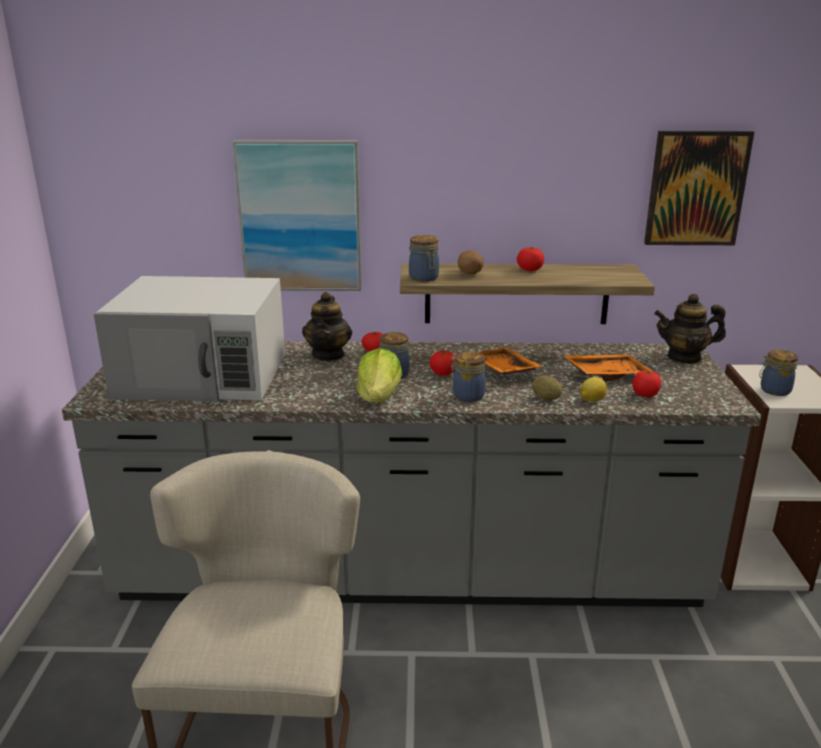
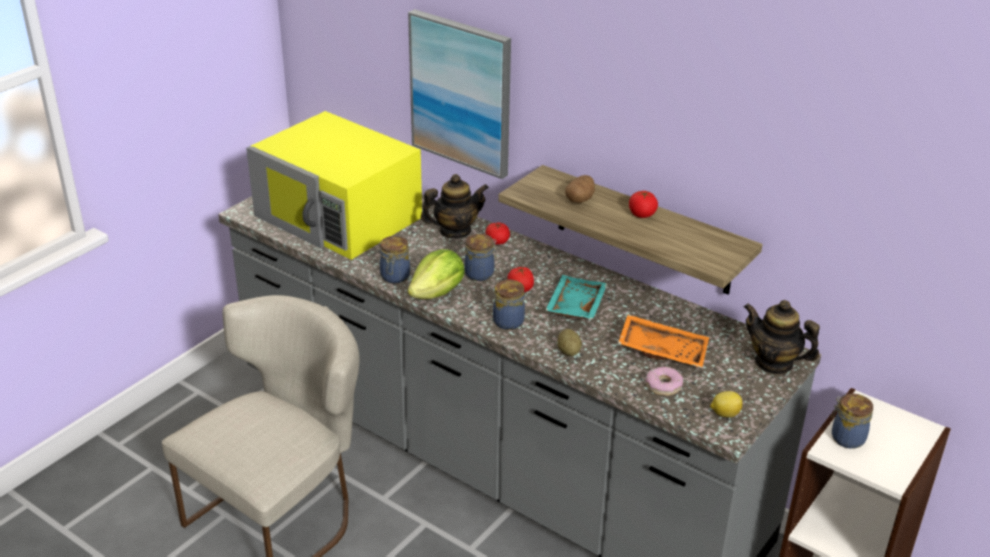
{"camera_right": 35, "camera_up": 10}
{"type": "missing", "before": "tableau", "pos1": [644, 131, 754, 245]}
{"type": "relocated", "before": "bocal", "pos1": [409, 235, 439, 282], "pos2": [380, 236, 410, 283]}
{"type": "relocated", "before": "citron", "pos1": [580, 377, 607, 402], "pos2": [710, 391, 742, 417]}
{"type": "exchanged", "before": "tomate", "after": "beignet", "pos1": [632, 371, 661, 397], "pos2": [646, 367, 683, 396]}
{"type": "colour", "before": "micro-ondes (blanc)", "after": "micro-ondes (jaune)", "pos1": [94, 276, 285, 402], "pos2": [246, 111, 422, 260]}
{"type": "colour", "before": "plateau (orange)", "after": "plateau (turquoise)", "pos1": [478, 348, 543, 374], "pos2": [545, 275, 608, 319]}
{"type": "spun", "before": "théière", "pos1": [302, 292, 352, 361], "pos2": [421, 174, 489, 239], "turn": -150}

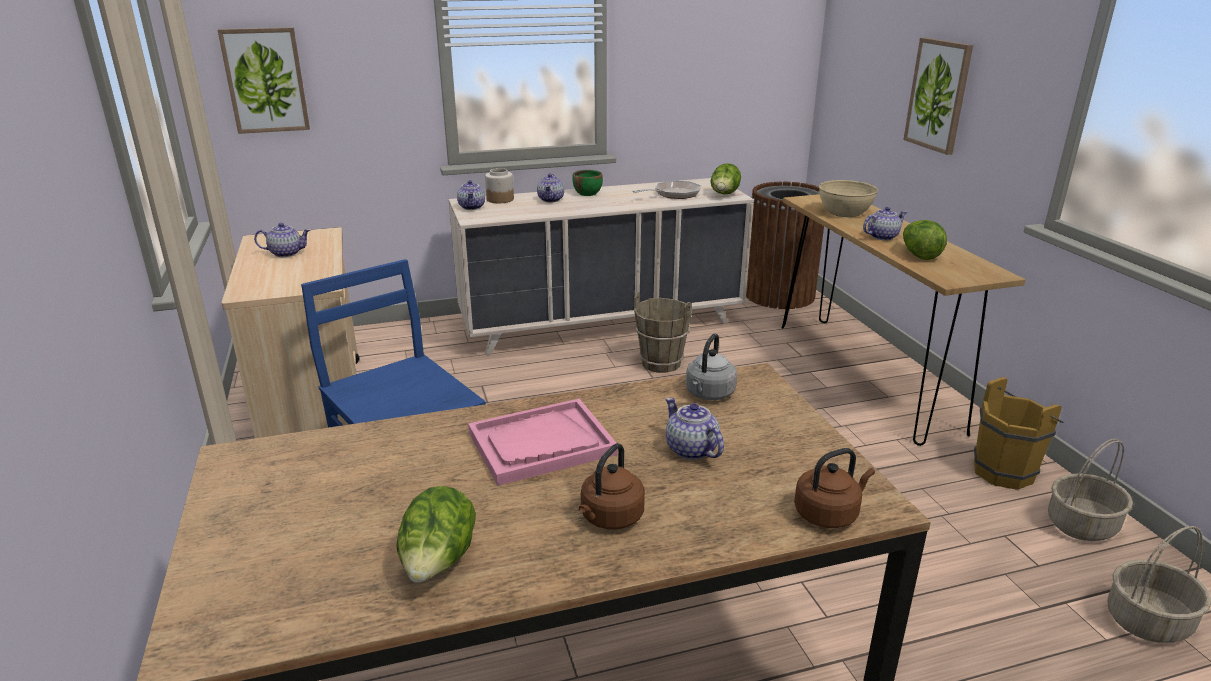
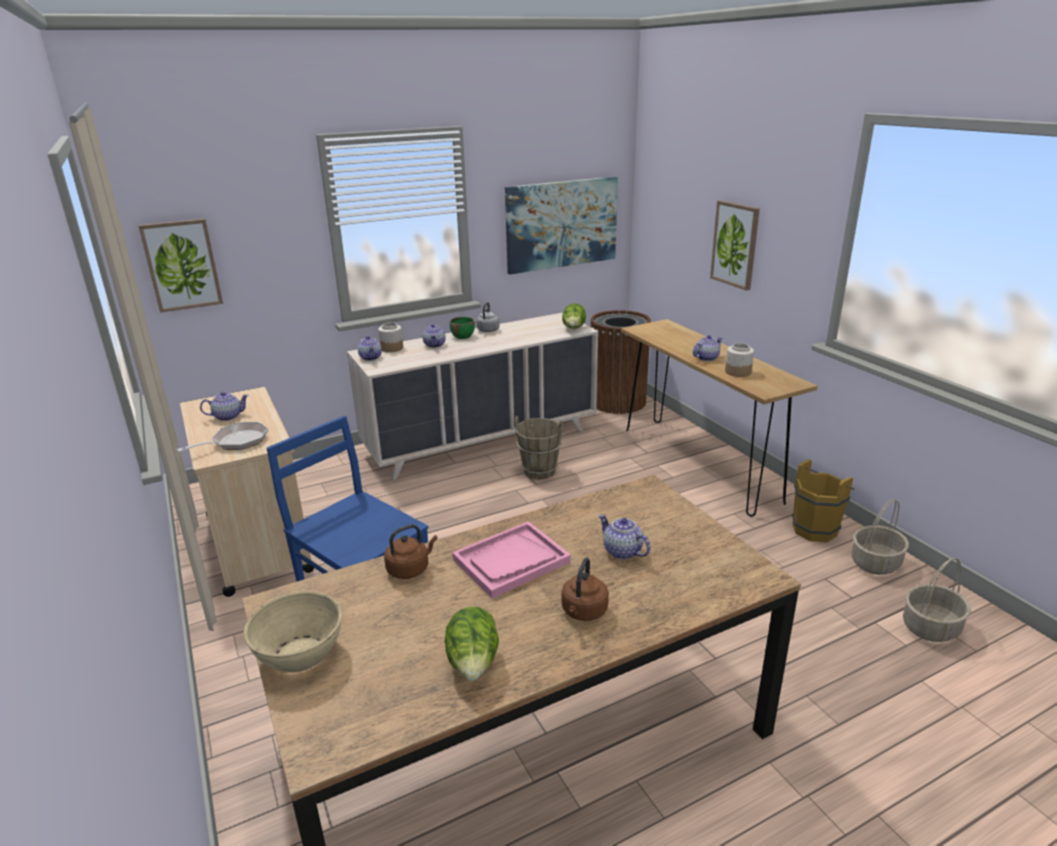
{"camera_right": -10, "camera_up": 0}
{"type": "appeared", "after": "tableau", "pos2": [505, 176, 618, 275]}
{"type": "relocated", "before": "poêle", "pos1": [632, 181, 701, 199], "pos2": [177, 422, 268, 452]}
{"type": "relocated", "before": "bouilloire (gris)", "pos1": [686, 333, 737, 400], "pos2": [476, 302, 499, 332]}
{"type": "relocated", "before": "bouilloire (marron)", "pos1": [794, 448, 875, 528], "pos2": [384, 524, 438, 579]}
{"type": "relocated", "before": "bol (beige)", "pos1": [819, 180, 878, 217], "pos2": [243, 591, 342, 672]}
{"type": "exchanged", "before": "laitue", "after": "bocal", "pos1": [903, 220, 947, 260], "pos2": [725, 343, 754, 377]}

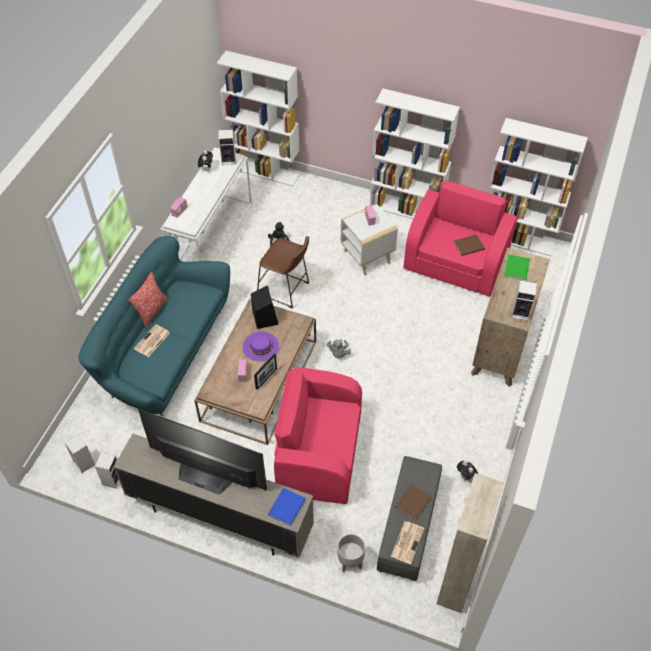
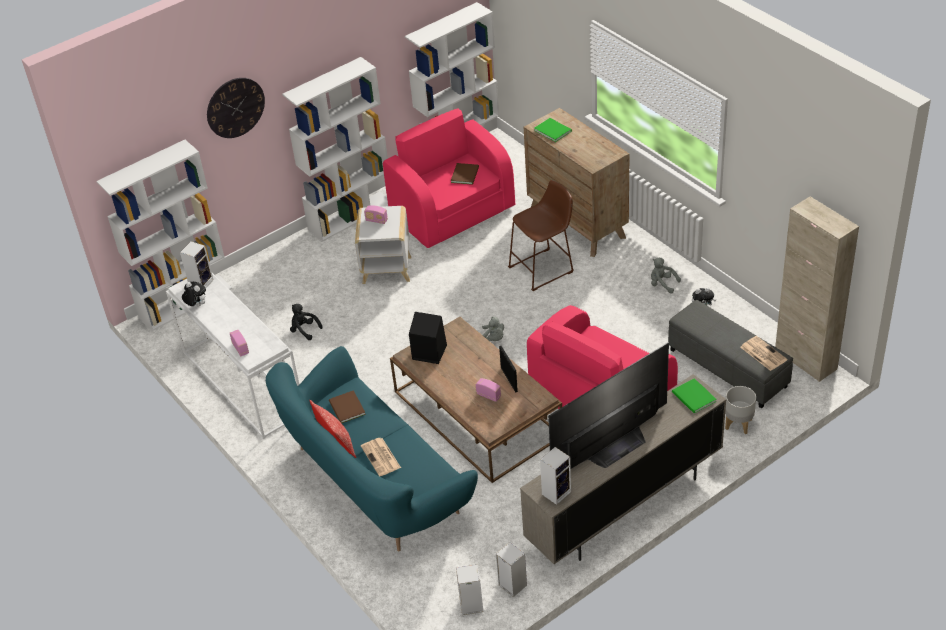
{"camera_right": -55, "camera_up": -10}
{"type": "missing", "before": "chapeau (violet)", "pos1": [243, 331, 279, 361]}
{"type": "appeared", "after": "horloge murale", "pos2": [207, 78, 265, 138]}
{"type": "appeared", "after": "peluche (gris)", "pos2": [651, 258, 681, 294]}
{"type": "relocated", "before": "tabouret (marron)", "pos1": [257, 236, 310, 308], "pos2": [508, 180, 574, 291]}
{"type": "relocated", "before": "livre (marron)", "pos1": [395, 484, 432, 520], "pos2": [329, 390, 366, 423]}
{"type": "relocated", "before": "enceinte", "pos1": [511, 281, 537, 321], "pos2": [540, 447, 571, 505]}
{"type": "colour", "before": "livre (bleu)", "after": "livre (vert)", "pos1": [268, 488, 306, 526], "pos2": [672, 378, 716, 413]}

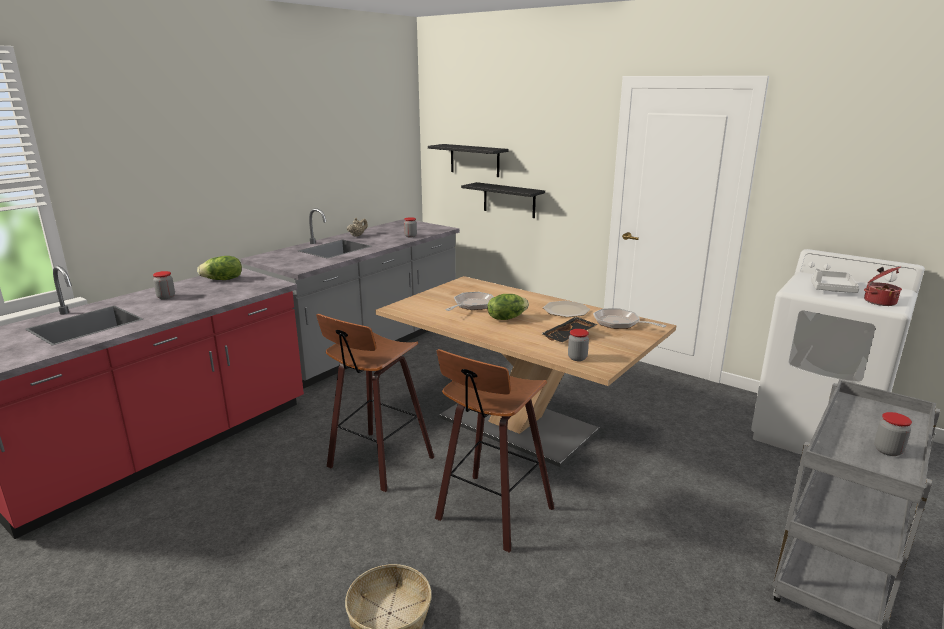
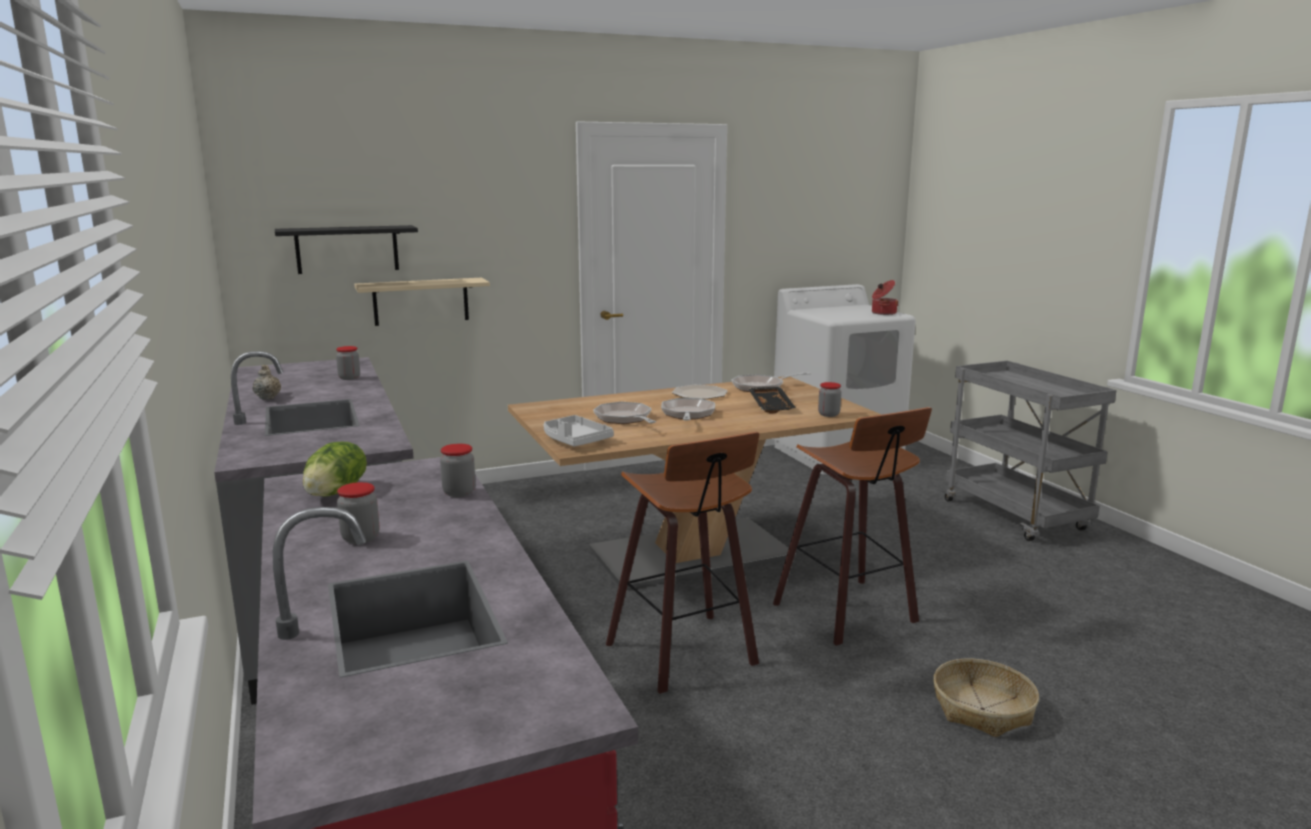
{"camera_right": -60, "camera_up": -5}
{"type": "relocated", "before": "plateau (gris)", "pos1": [811, 268, 860, 293], "pos2": [543, 415, 614, 446]}
{"type": "relocated", "before": "bocal", "pos1": [874, 412, 912, 456], "pos2": [440, 444, 476, 497]}
{"type": "exchanged", "before": "laitue", "after": "poêle", "pos1": [487, 294, 529, 320], "pos2": [661, 398, 715, 421]}
{"type": "colour", "before": "étagère (noir)", "after": "étagère (beige)", "pos1": [461, 182, 545, 218], "pos2": [354, 278, 490, 326]}

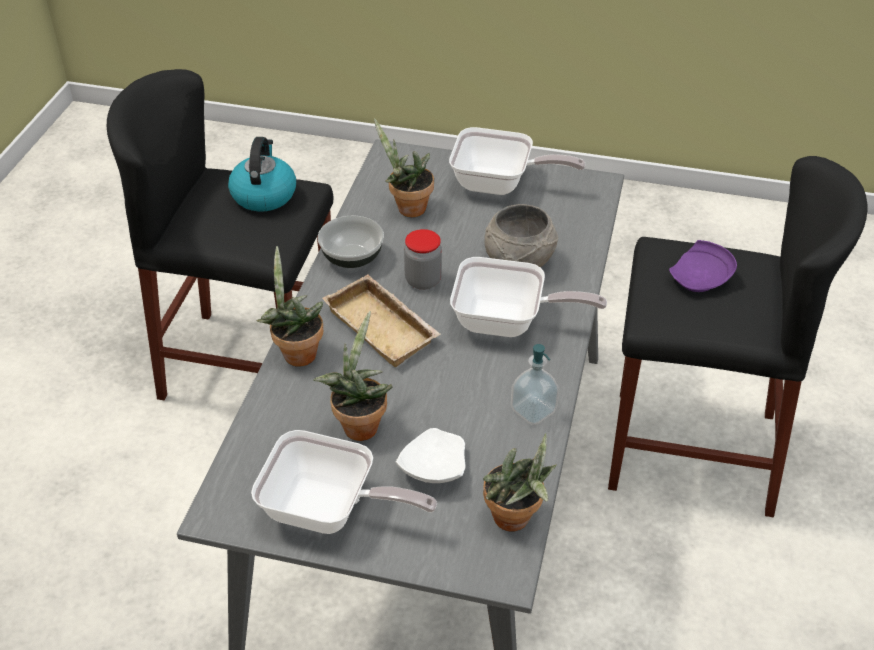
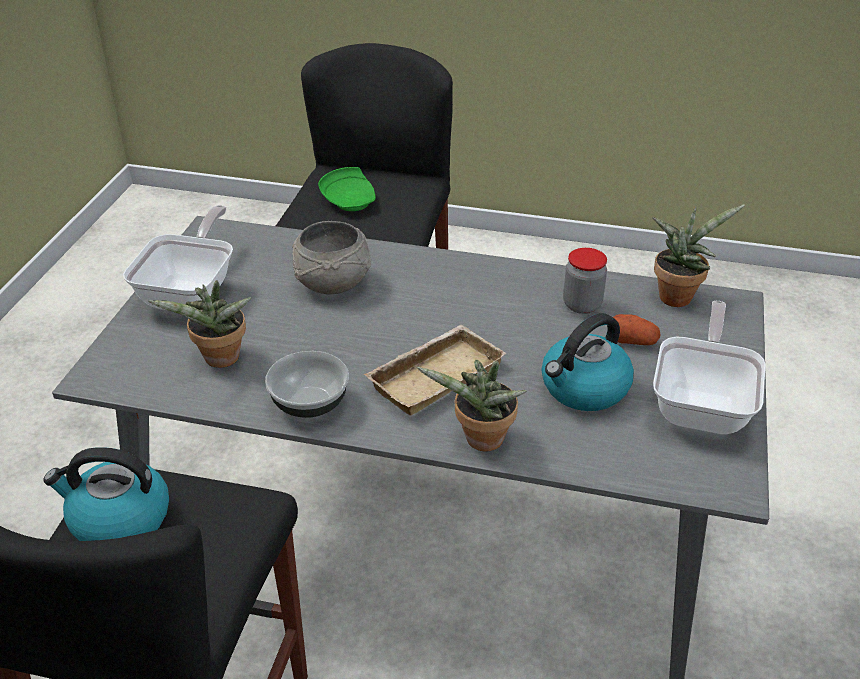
{"camera_right": -90, "camera_up": -5}
{"type": "missing", "before": "poêle", "pos1": [450, 257, 607, 337]}
{"type": "missing", "before": "distributeur de savon", "pos1": [511, 344, 559, 425]}
{"type": "relocated", "before": "bocal", "pos1": [404, 229, 442, 290], "pos2": [563, 248, 607, 314]}
{"type": "exchanged", "before": "plante en pot", "after": "bouilloire", "pos1": [313, 311, 393, 441], "pos2": [542, 313, 634, 411]}
{"type": "exchanged", "before": "assiette (blanc)", "after": "pomme de terre", "pos1": [395, 428, 466, 483], "pos2": [613, 314, 660, 345]}
{"type": "colour", "before": "assiette (violet)", "after": "assiette (vert)", "pos1": [669, 240, 737, 292], "pos2": [318, 167, 376, 211]}

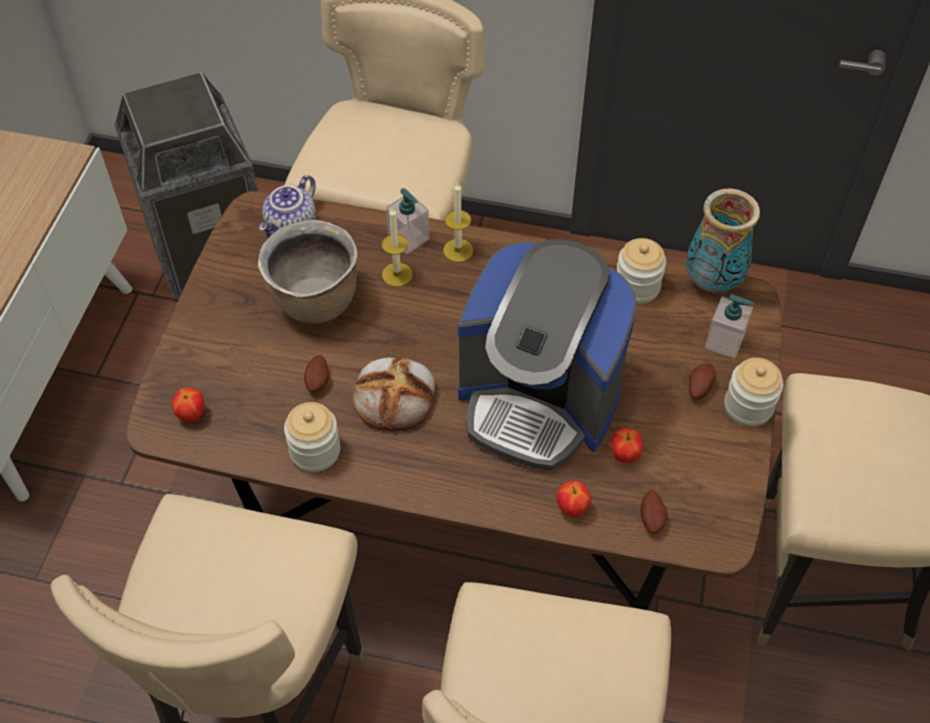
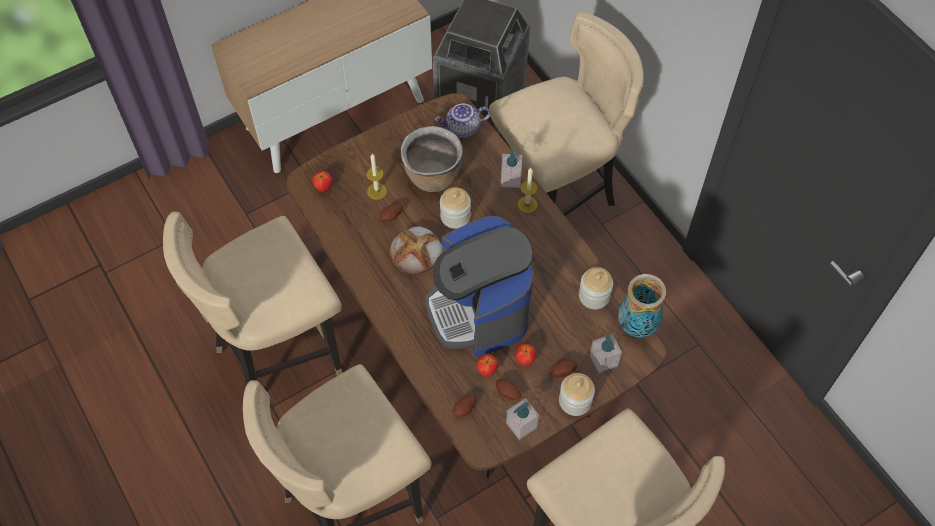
{"camera_right": 45, "camera_up": 5}
{"type": "appeared", "after": "pomme de terre", "pos2": [496, 379, 521, 400]}
{"type": "appeared", "after": "distributeur de savon", "pos2": [506, 398, 539, 440]}
{"type": "relocated", "before": "bocal", "pos1": [284, 402, 340, 472], "pos2": [440, 187, 471, 229]}
{"type": "relocated", "before": "bougie", "pos1": [382, 207, 412, 287], "pos2": [366, 154, 387, 200]}
{"type": "relocated", "before": "pomme", "pos1": [557, 481, 591, 517], "pos2": [516, 344, 536, 366]}

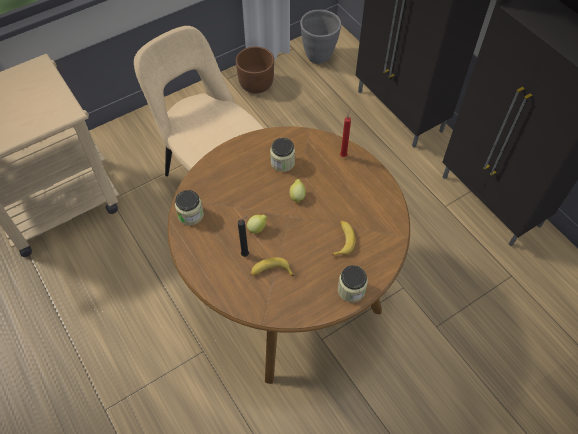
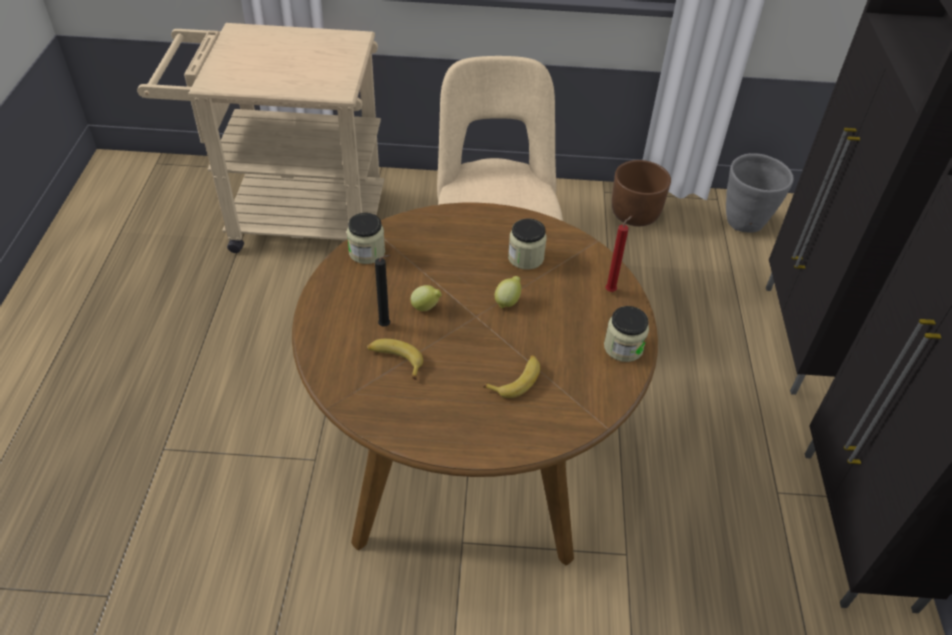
{"camera_right": 35, "camera_up": -10}
{"type": "relocated", "before": "bocal", "pos1": [338, 265, 368, 302], "pos2": [604, 306, 649, 362]}

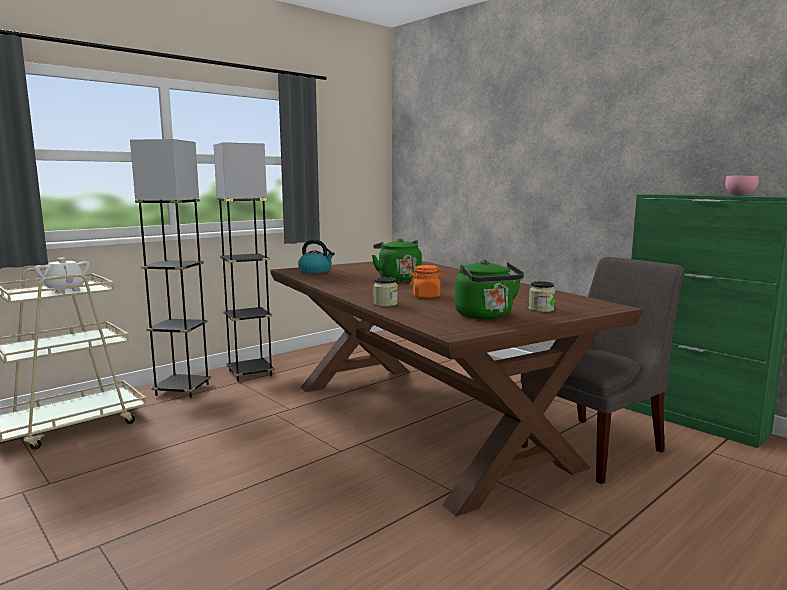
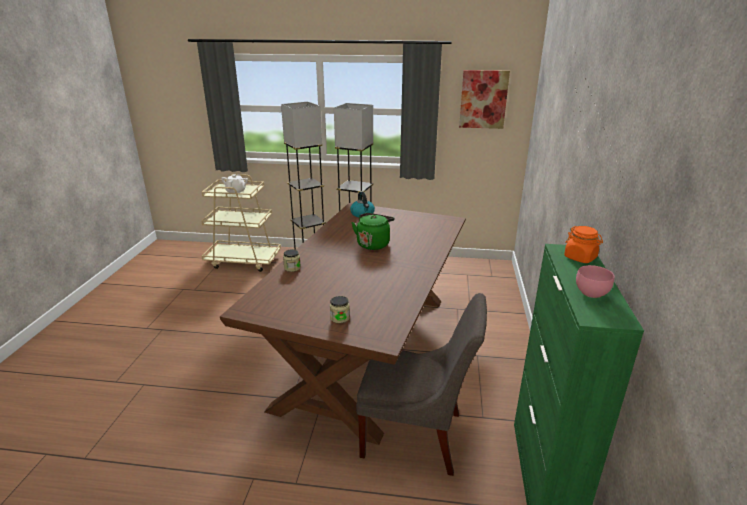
{"camera_right": 50, "camera_up": 15}
{"type": "missing", "before": "bouilloire (vert)", "pos1": [454, 259, 524, 320]}
{"type": "appeared", "after": "tableau", "pos2": [459, 70, 510, 129]}
{"type": "relocated", "before": "bocal (orange)", "pos1": [410, 265, 444, 298], "pos2": [564, 226, 603, 263]}

